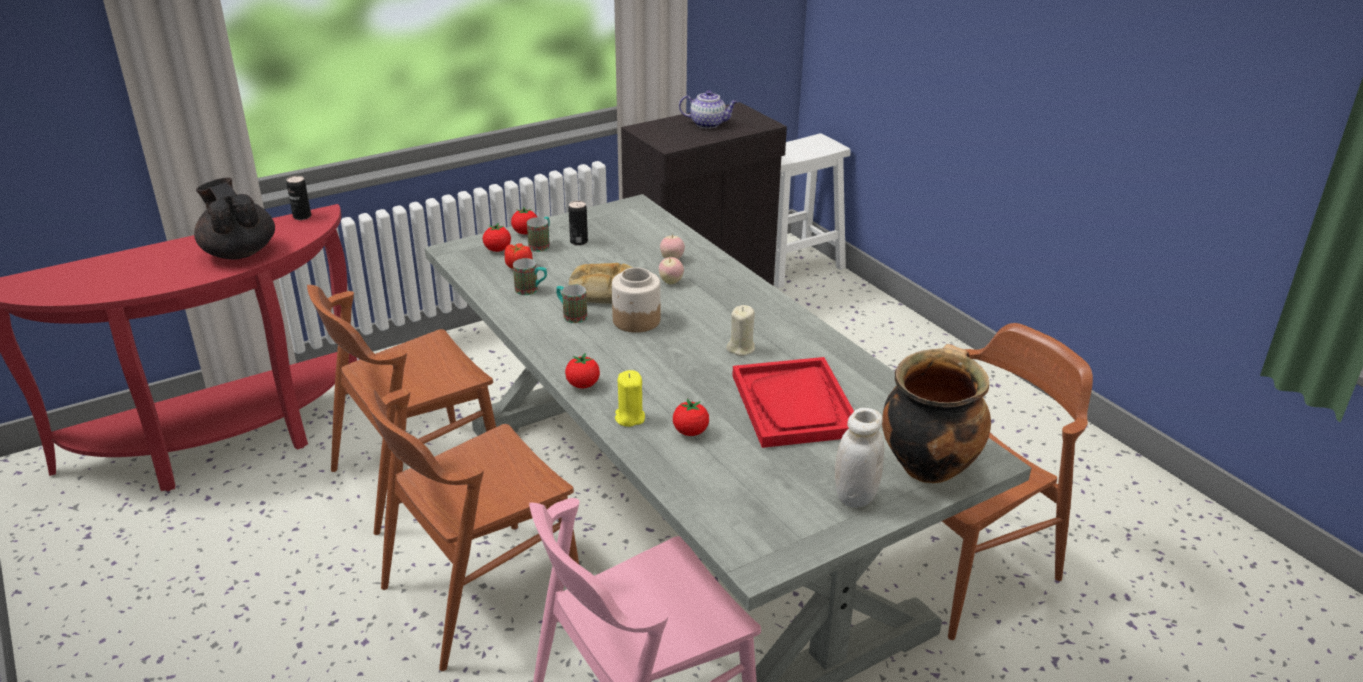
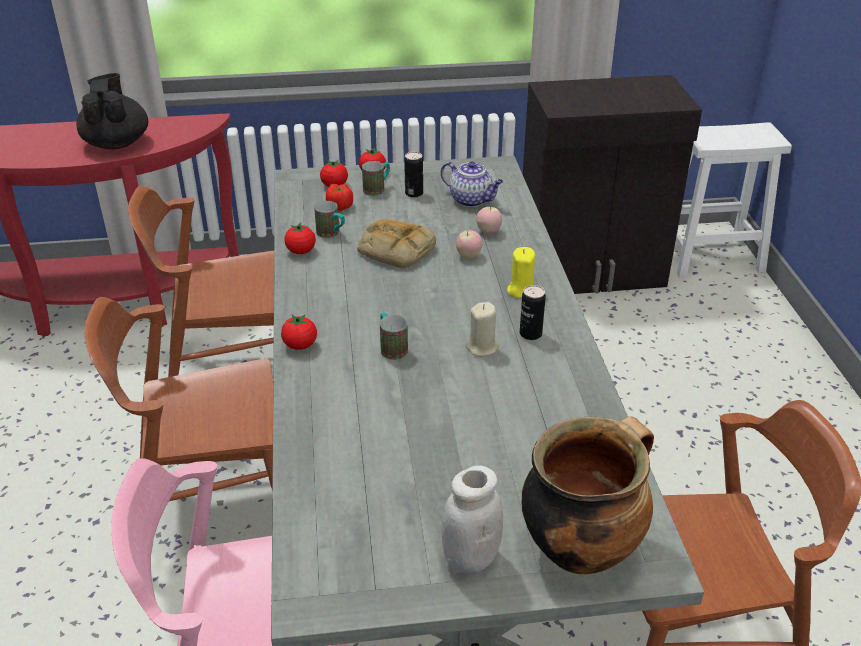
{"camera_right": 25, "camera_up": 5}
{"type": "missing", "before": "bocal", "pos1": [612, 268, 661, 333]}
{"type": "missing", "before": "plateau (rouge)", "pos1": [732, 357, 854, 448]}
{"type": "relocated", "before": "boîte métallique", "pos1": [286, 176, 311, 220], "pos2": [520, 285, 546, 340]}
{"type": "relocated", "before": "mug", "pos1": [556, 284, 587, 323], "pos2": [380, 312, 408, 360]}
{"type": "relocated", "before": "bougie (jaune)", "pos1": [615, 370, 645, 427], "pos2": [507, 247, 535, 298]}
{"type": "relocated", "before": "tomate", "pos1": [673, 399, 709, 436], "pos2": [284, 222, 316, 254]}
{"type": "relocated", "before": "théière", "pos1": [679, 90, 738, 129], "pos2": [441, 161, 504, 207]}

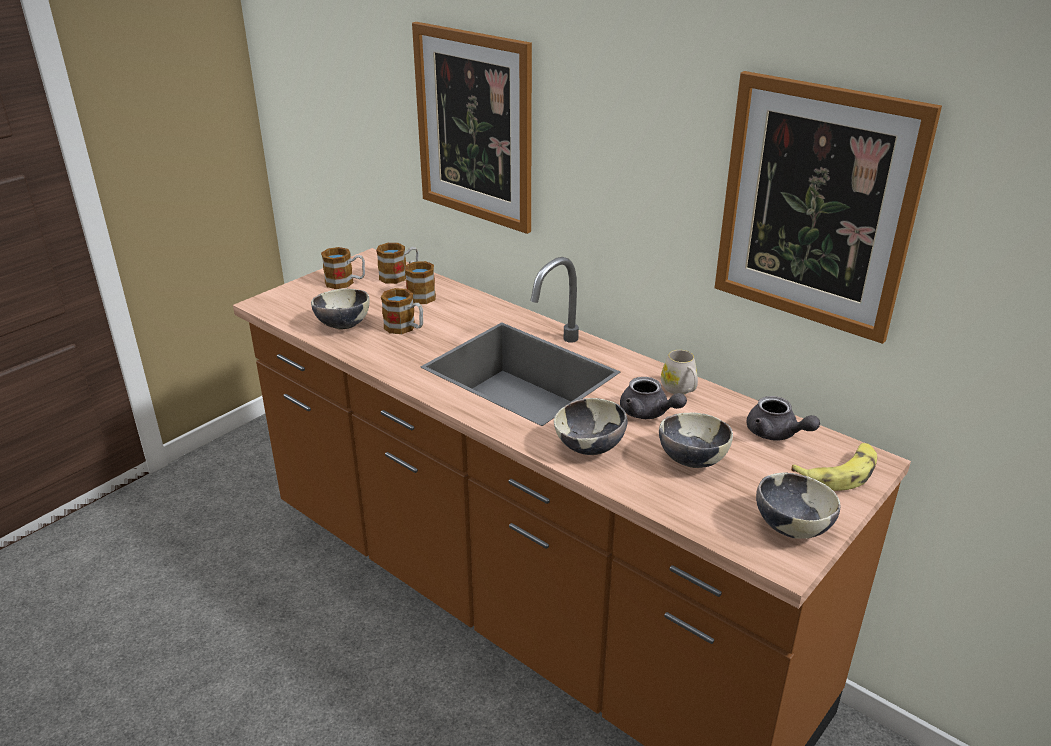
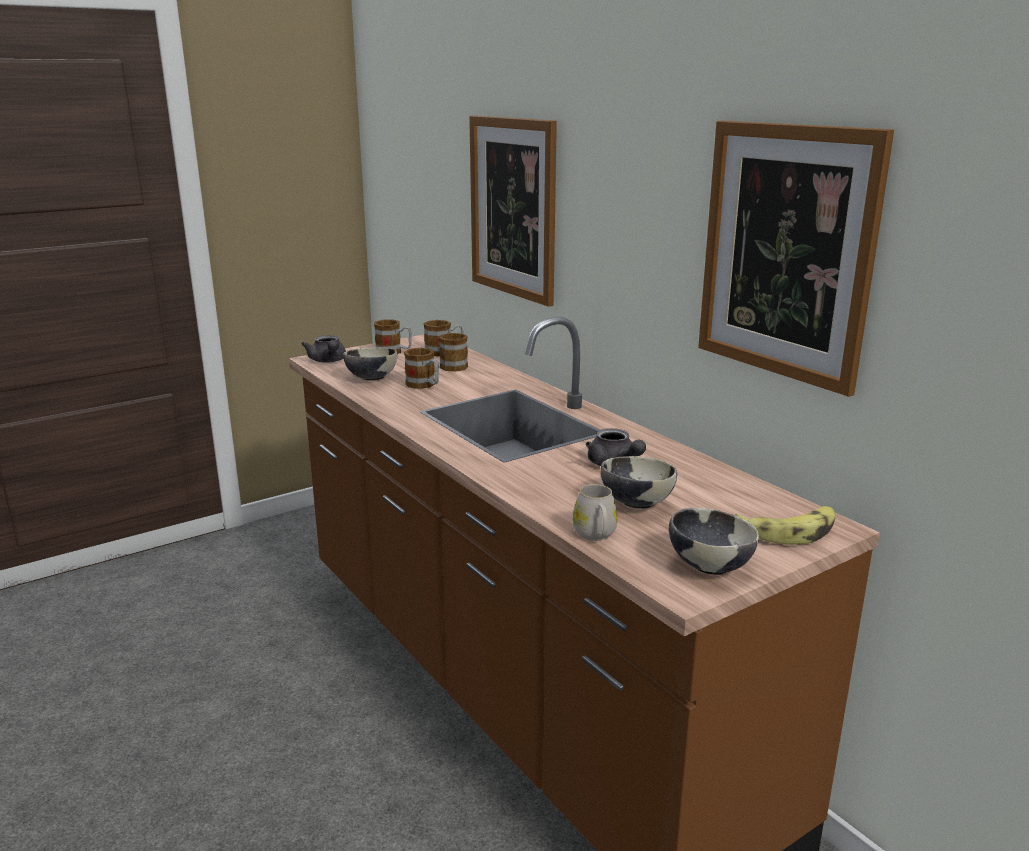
{"camera_right": 15, "camera_up": -10}
{"type": "missing", "before": "bol", "pos1": [554, 398, 628, 455]}
{"type": "relocated", "before": "mug (blanc)", "pos1": [661, 350, 698, 394], "pos2": [572, 484, 618, 541]}
{"type": "relocated", "before": "théière (gris)", "pos1": [746, 396, 820, 441], "pos2": [301, 335, 346, 363]}

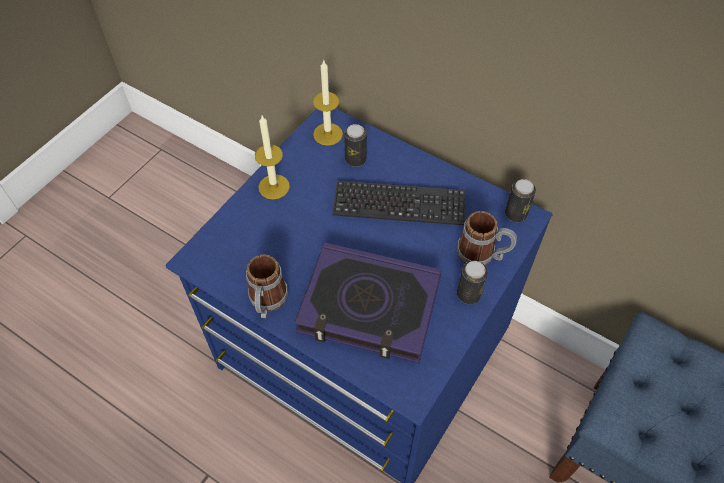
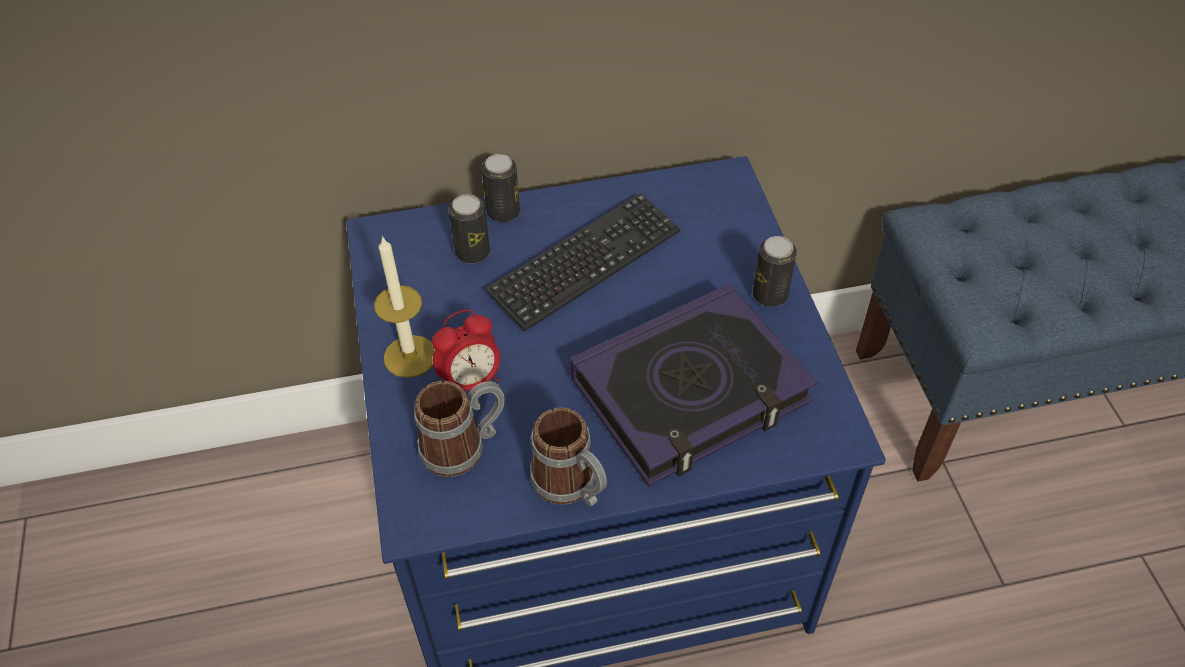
{"camera_right": -45, "camera_up": -5}
{"type": "missing", "before": "bougie", "pos1": [313, 59, 343, 146]}
{"type": "appeared", "after": "réveil", "pos2": [432, 310, 500, 391]}
{"type": "relocated", "before": "mug", "pos1": [456, 211, 517, 265], "pos2": [414, 381, 505, 477]}
{"type": "relocated", "before": "boîte métallique", "pos1": [505, 179, 536, 222], "pos2": [482, 154, 520, 222]}

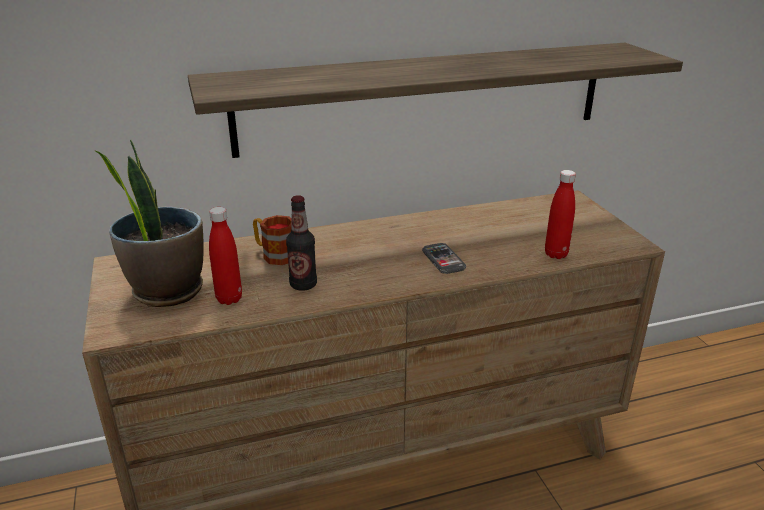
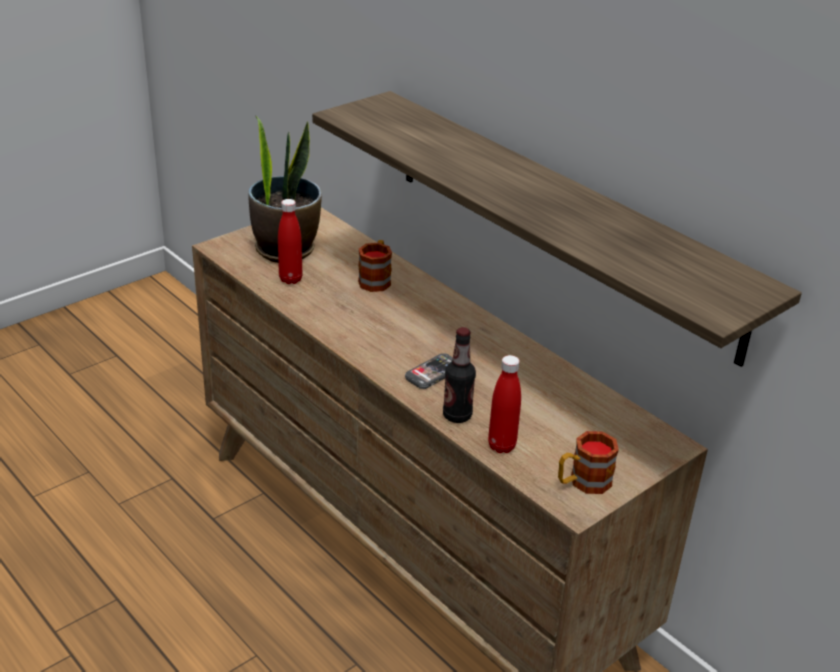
{"camera_right": 65, "camera_up": 5}
{"type": "appeared", "after": "mug", "pos2": [558, 431, 619, 494]}
{"type": "relocated", "before": "bouteille", "pos1": [286, 195, 317, 291], "pos2": [443, 327, 476, 423]}

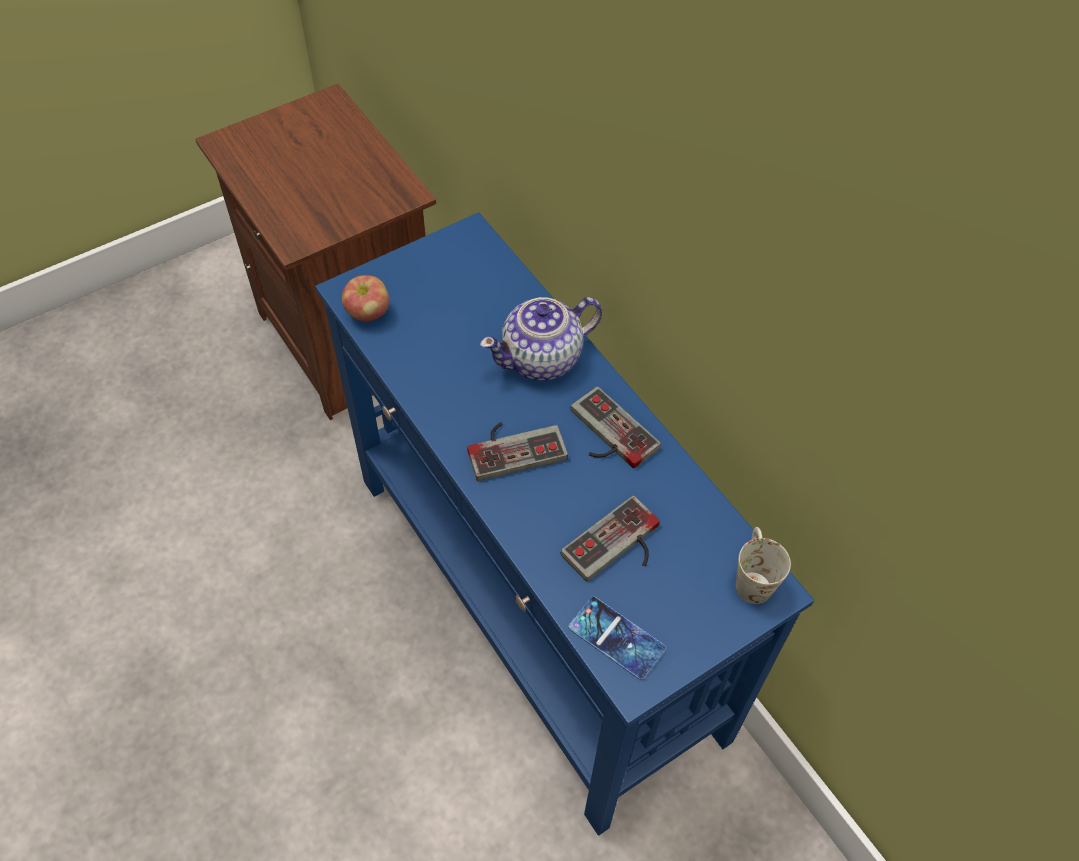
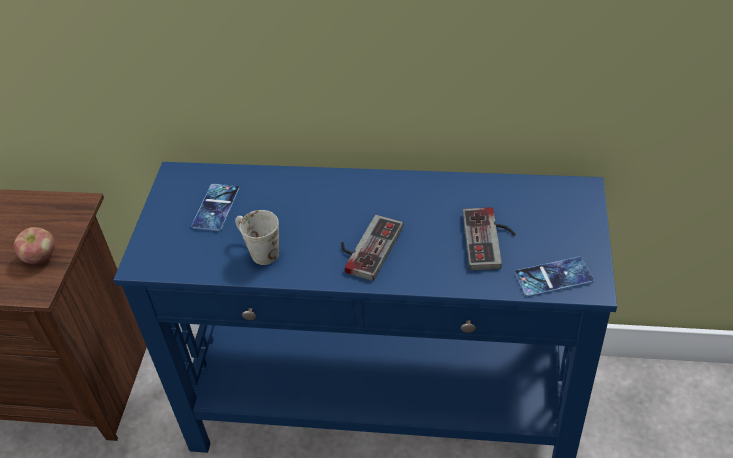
{"camera_right": -45, "camera_up": -10}
{"type": "missing", "before": "théière", "pos1": [480, 297, 602, 380]}
{"type": "missing", "before": "manette", "pos1": [571, 386, 661, 469]}
{"type": "appeared", "after": "téléphone", "pos2": [191, 184, 239, 231]}
{"type": "relocated", "before": "pomme", "pos1": [342, 275, 390, 321], "pos2": [14, 227, 55, 264]}
{"type": "relocated", "before": "mug (blanc)", "pos1": [736, 527, 791, 604], "pos2": [235, 210, 279, 265]}

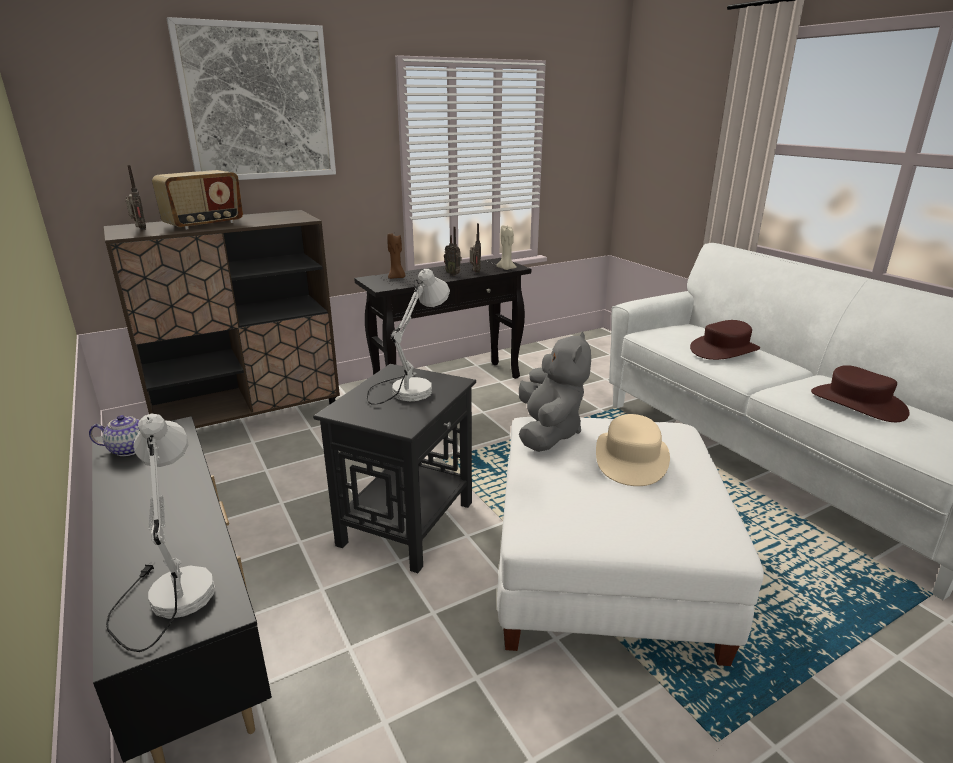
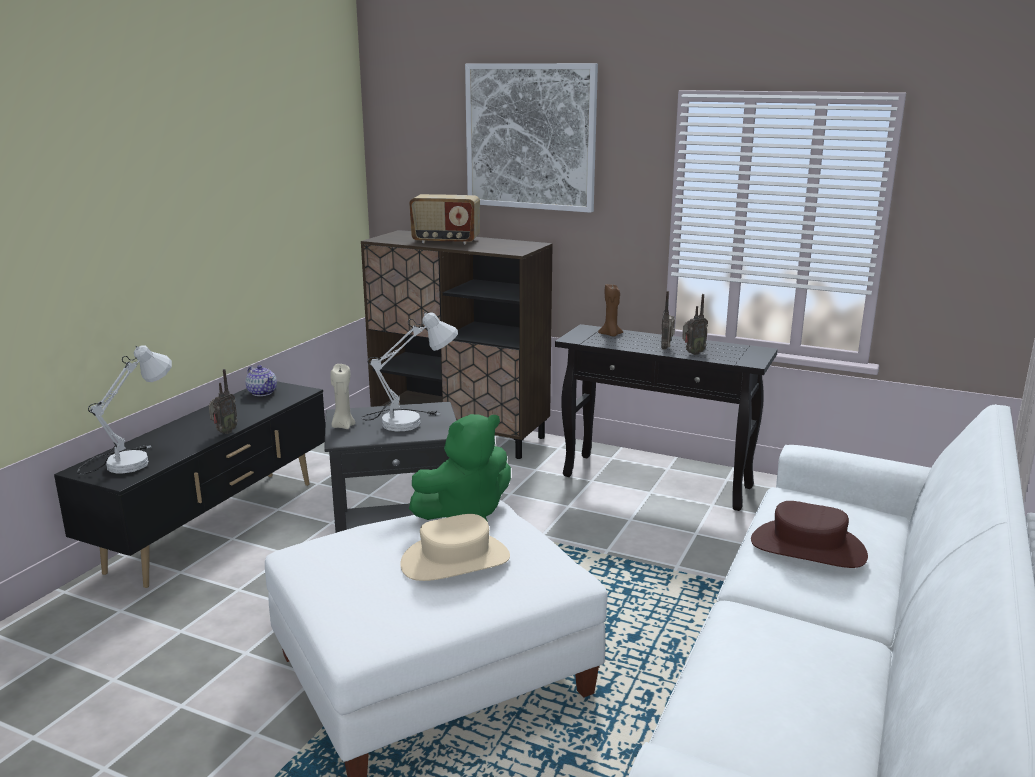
{"camera_right": 55, "camera_up": -5}
{"type": "missing", "before": "chapeau (marron)", "pos1": [811, 365, 910, 422]}
{"type": "relocated", "before": "radio", "pos1": [126, 165, 146, 230], "pos2": [209, 369, 238, 434]}
{"type": "relocated", "before": "bougie (beige)", "pos1": [496, 226, 517, 270], "pos2": [330, 364, 355, 429]}
{"type": "colour", "before": "peluche (gris)", "after": "peluche (vert)", "pos1": [519, 332, 591, 452], "pos2": [409, 414, 511, 522]}

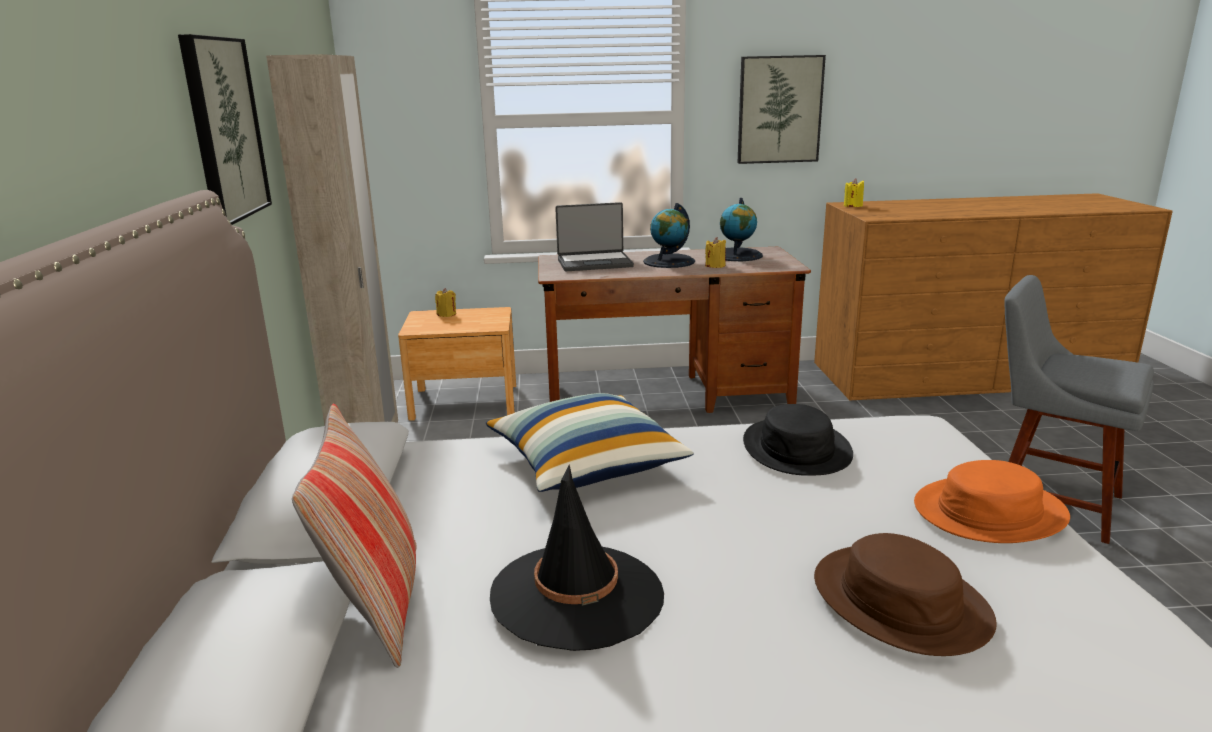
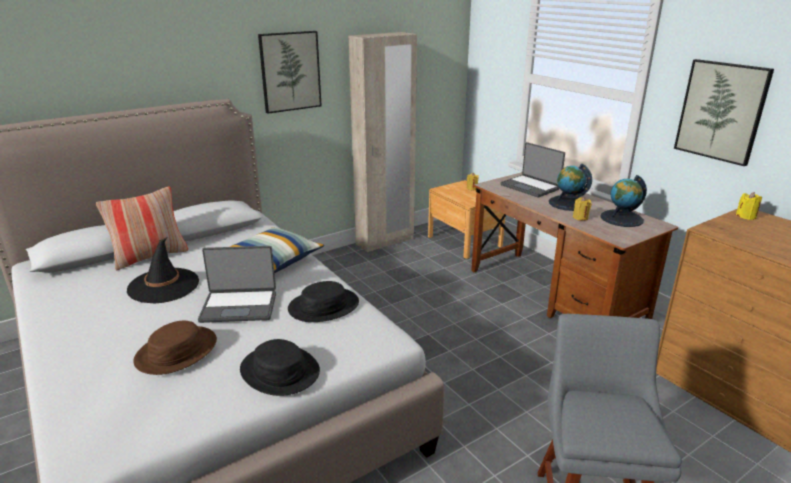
{"camera_right": 60, "camera_up": 5}
{"type": "appeared", "after": "ordinateur portable", "pos2": [198, 246, 276, 323]}
{"type": "colour", "before": "chapeau (orange)", "after": "chapeau (noir)", "pos1": [914, 460, 1070, 543], "pos2": [240, 339, 320, 396]}

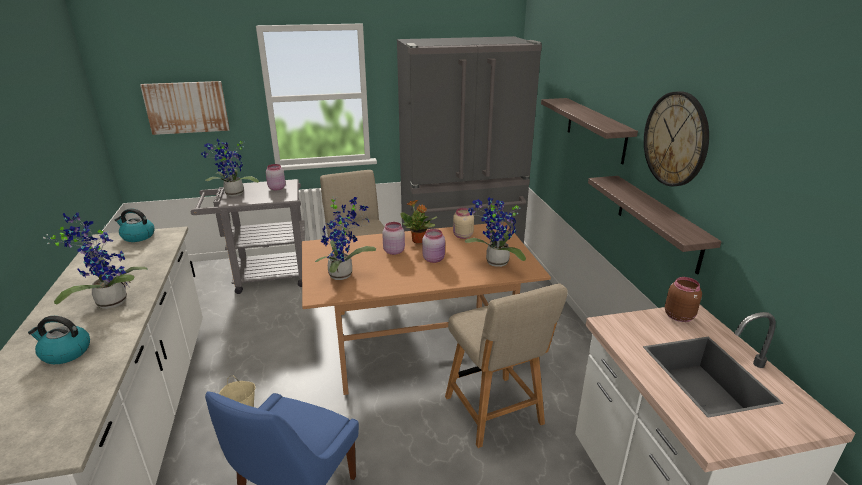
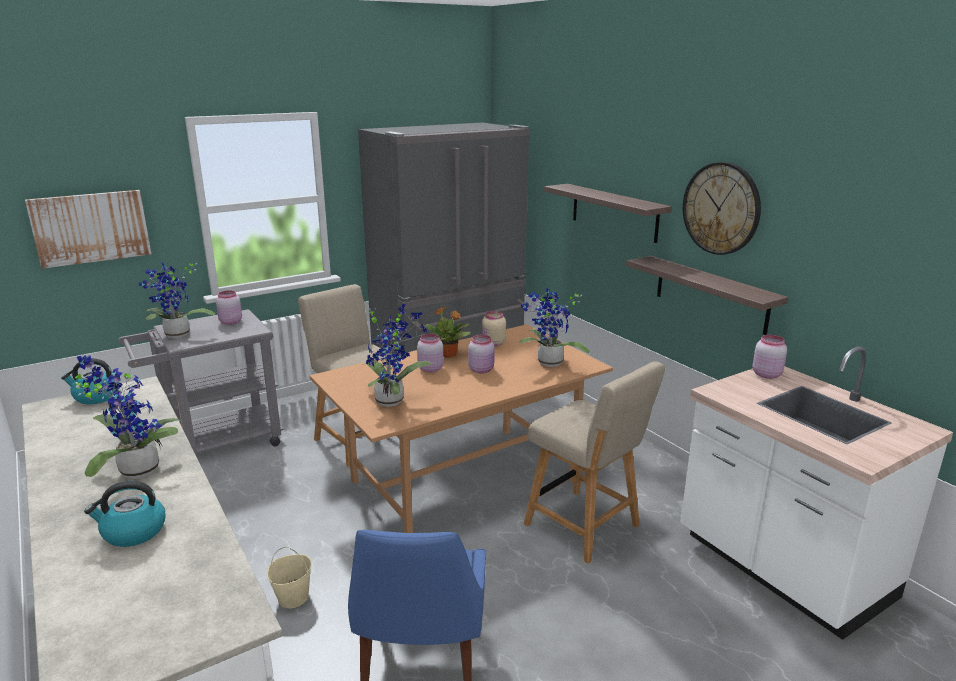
{"camera_right": -20, "camera_up": -5}
{"type": "colour", "before": "bocal (marron)", "after": "bocal (rose)", "pos1": [665, 277, 702, 322], "pos2": [752, 335, 787, 379]}

